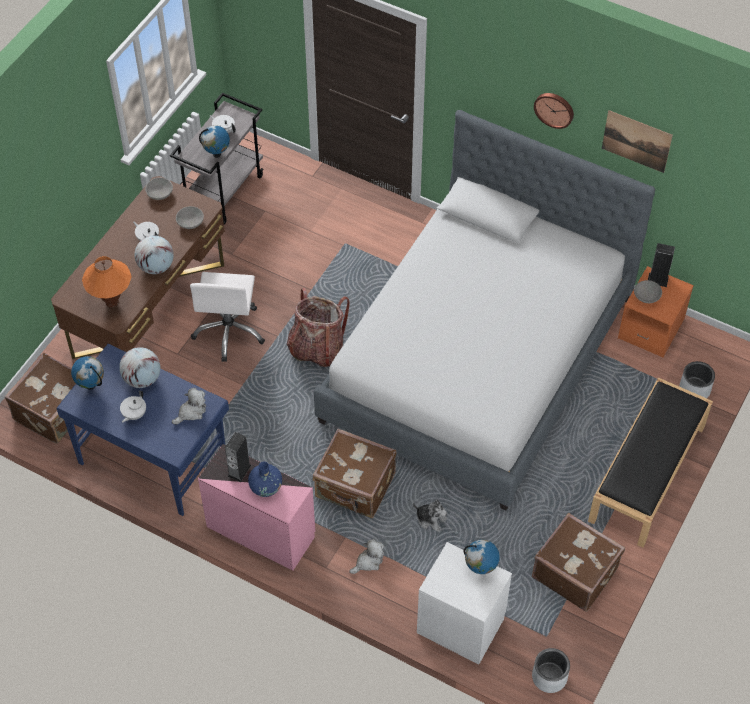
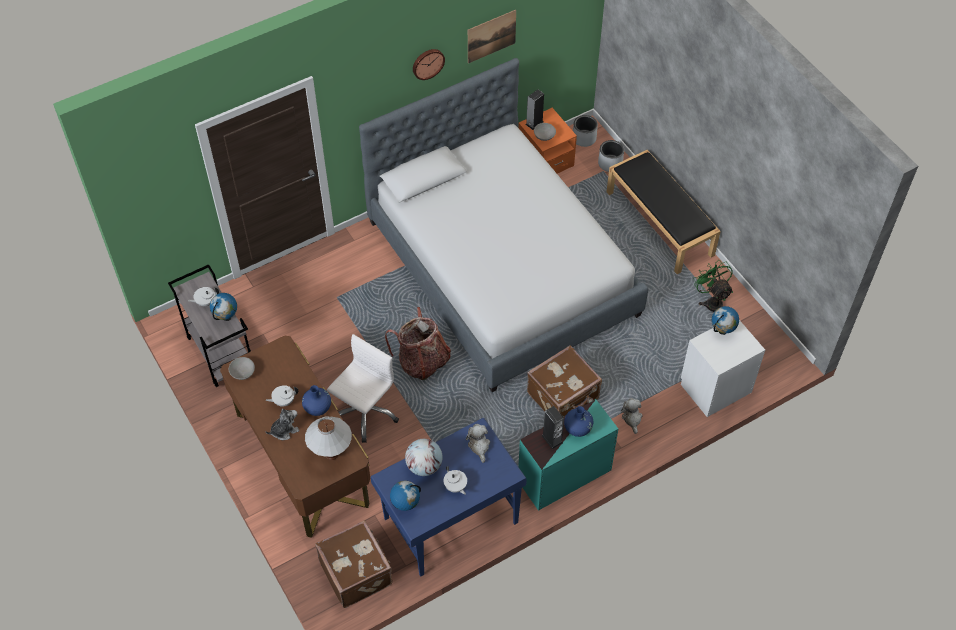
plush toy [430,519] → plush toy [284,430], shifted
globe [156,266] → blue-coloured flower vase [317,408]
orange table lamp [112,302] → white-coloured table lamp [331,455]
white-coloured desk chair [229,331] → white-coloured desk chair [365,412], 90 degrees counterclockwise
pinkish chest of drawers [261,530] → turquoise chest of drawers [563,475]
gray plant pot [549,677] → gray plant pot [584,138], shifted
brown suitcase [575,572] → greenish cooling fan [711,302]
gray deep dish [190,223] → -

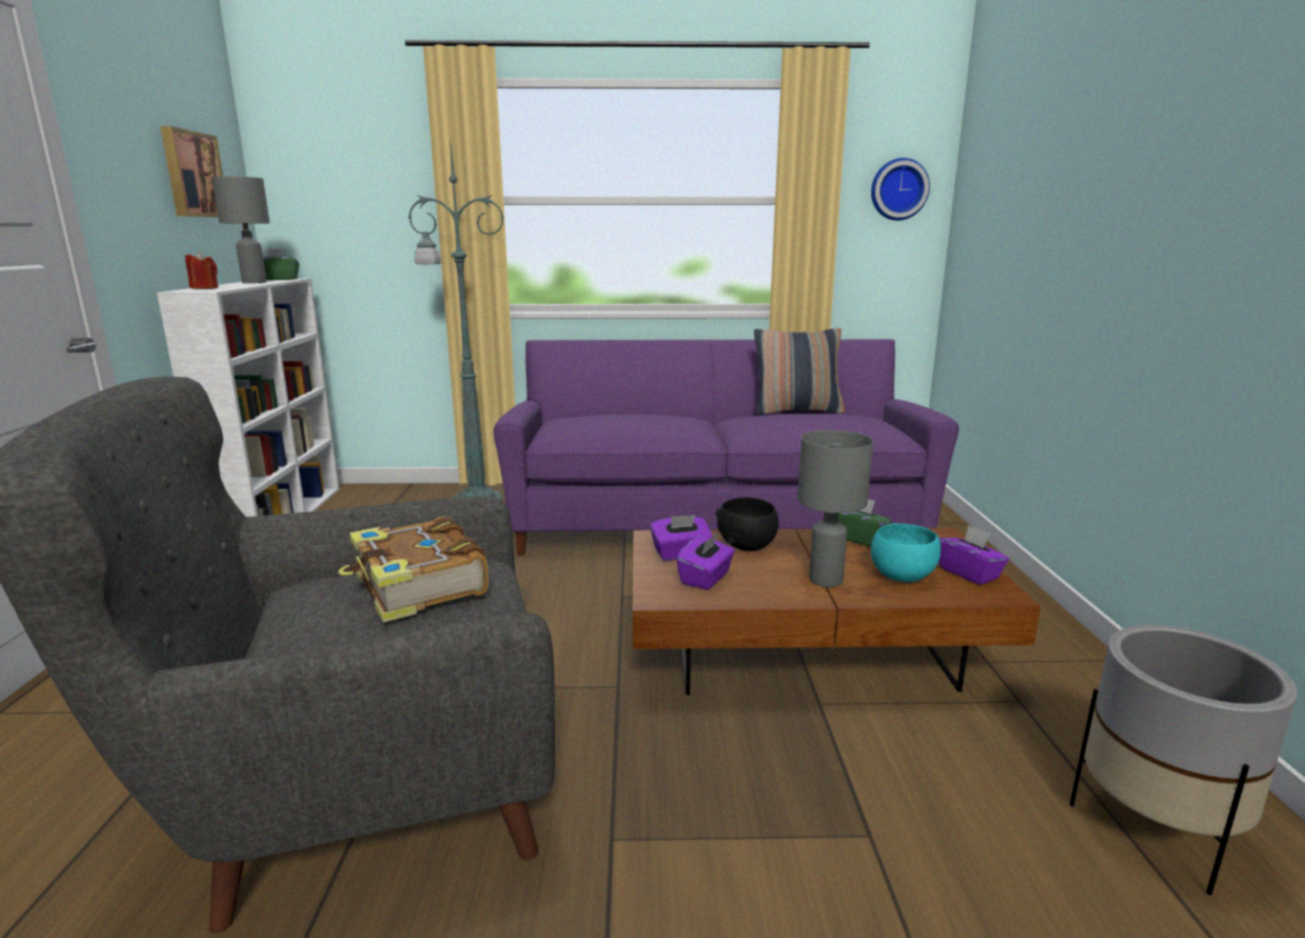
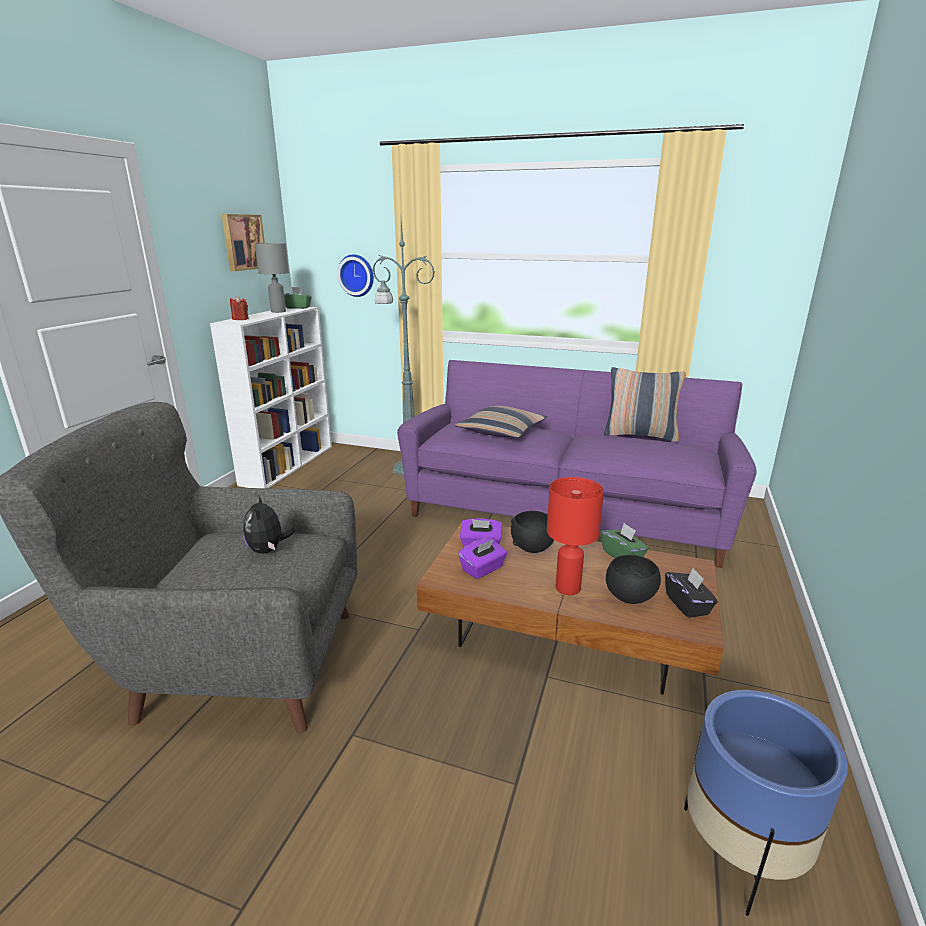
book [418,586] → plush toy [268,550]
wall clock [898,189] → wall clock [357,275], shifted
- → cushion [501,431]
gray table lamp [824,579] → reddish table lamp [567,587]
turquoise deep dish [902,577] → blackish deep dish [629,597]
purplish box of tissues [968,573] → blackish box of tissues [687,605]
gray plant pot [1154,831] → blue-coloured plant pot [740,851]

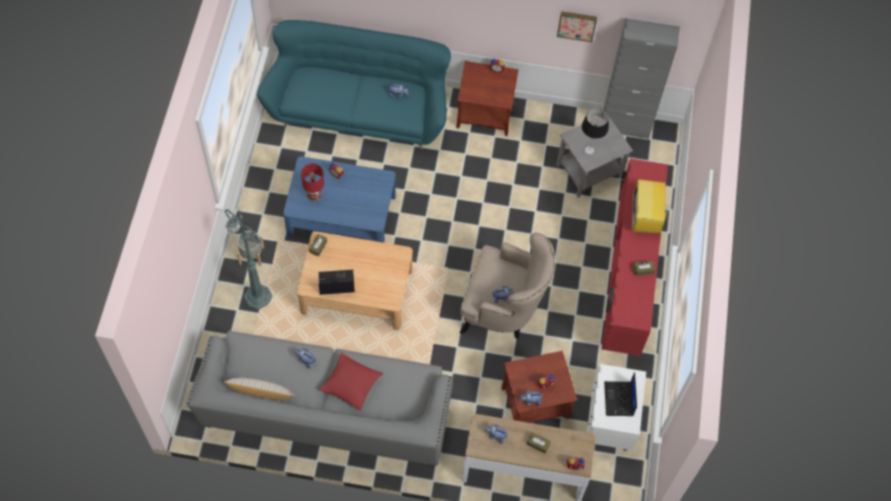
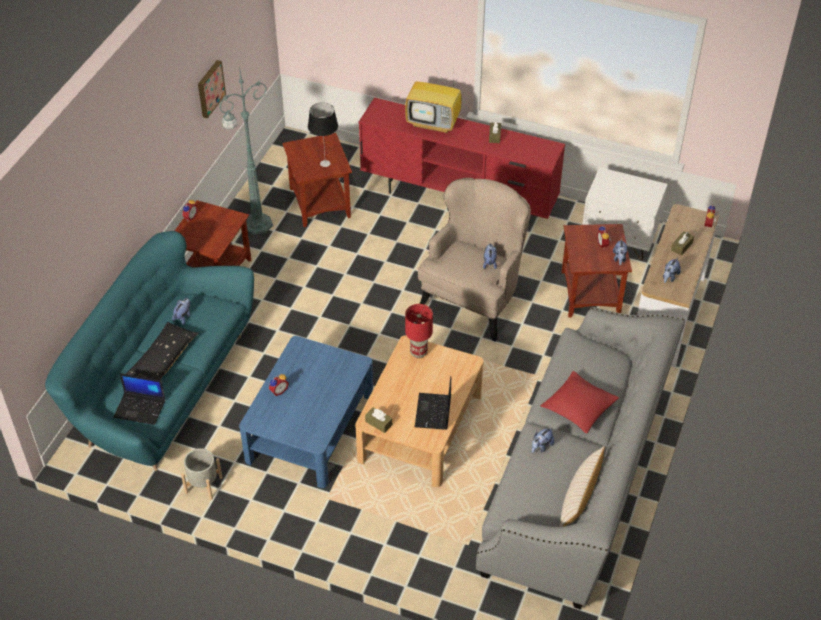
laptop [619,399] → laptop [140,408], shifted
- → blackish cushion [163,359]
gray plant pot [251,255] → gray plant pot [204,485], shifted
greenish standard lamp [257,295] → greenish standard lamp [256,224], shifted
gray end table [588,170] → brown end table [319,203]
reddish table lamp [314,197] → reddish table lamp [419,353], shifted
gray storage cabinet [625,126] → -

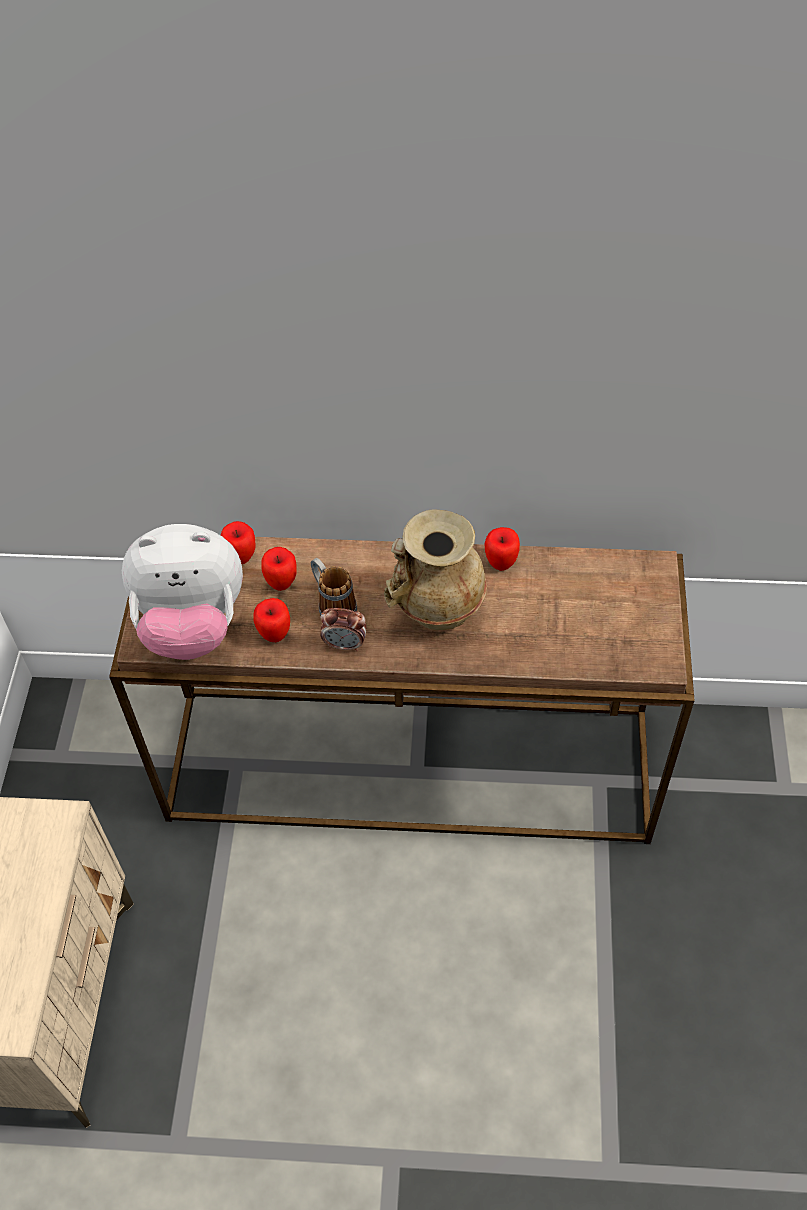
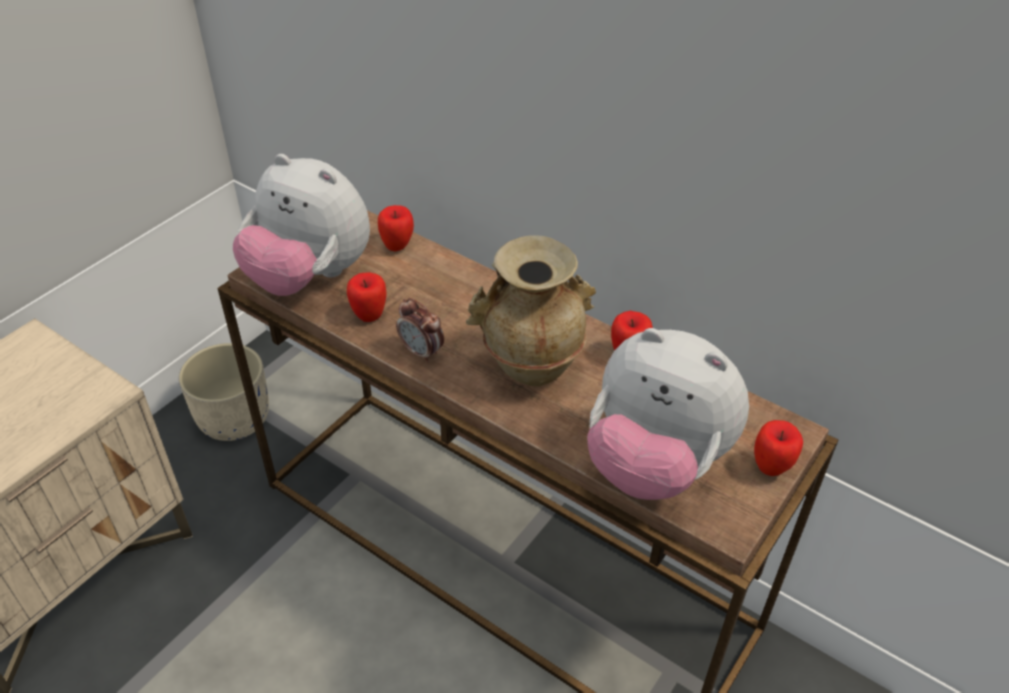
- → sand-coloured plant pot [233,418]
- → plush toy [654,464]
whole apple [282,583] → whole apple [771,467], shifted
tea mug [332,605] → -

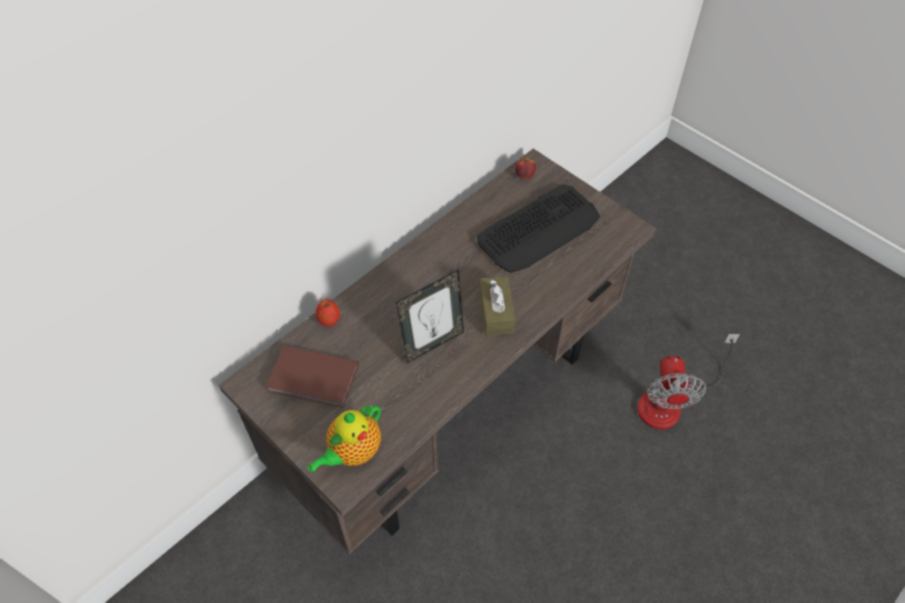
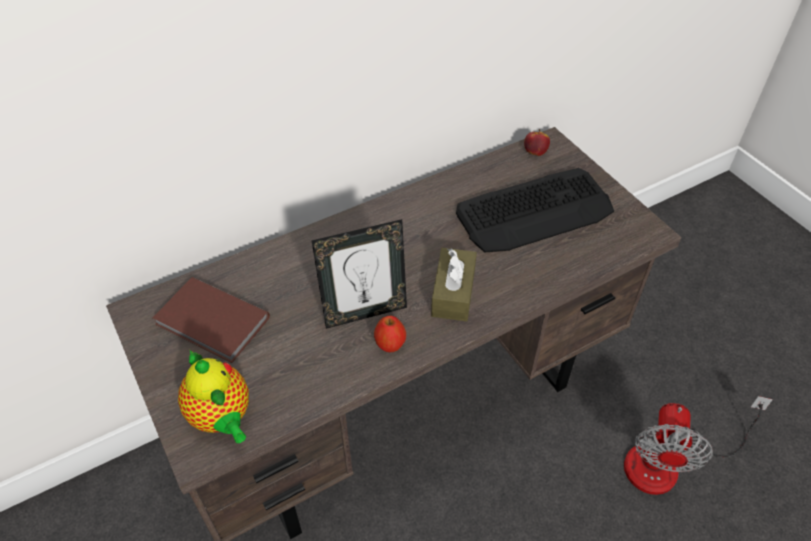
tea pot [352,452] → tea pot [222,417], 90 degrees counterclockwise
whole apple [329,320] → whole apple [390,344], shifted

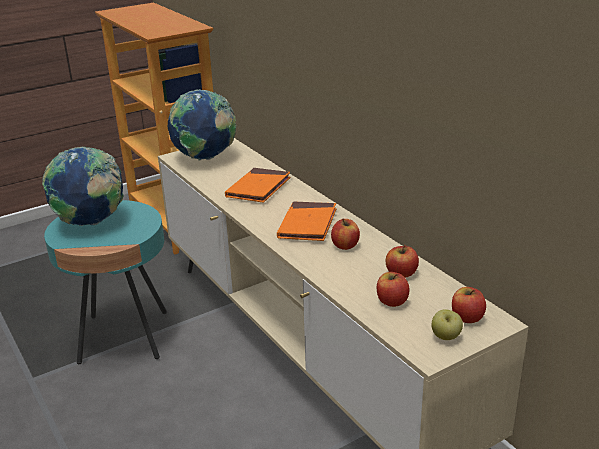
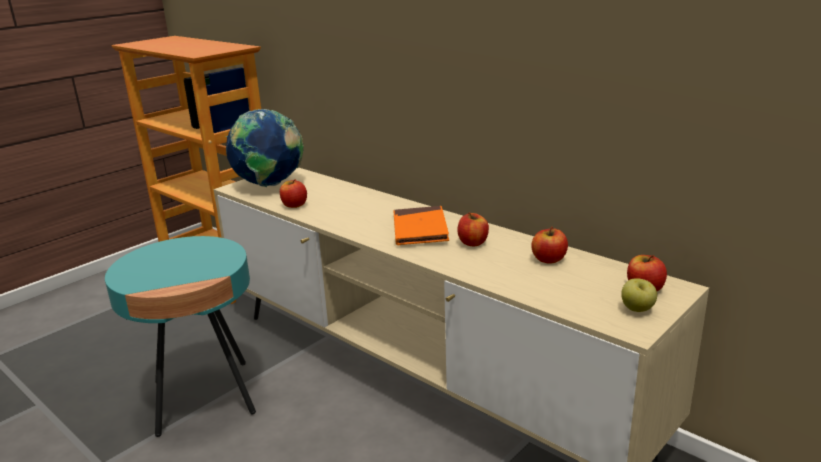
whole apple [392,301] → whole apple [294,205], shifted
globe [91,223] → -
orange book [258,188] → -

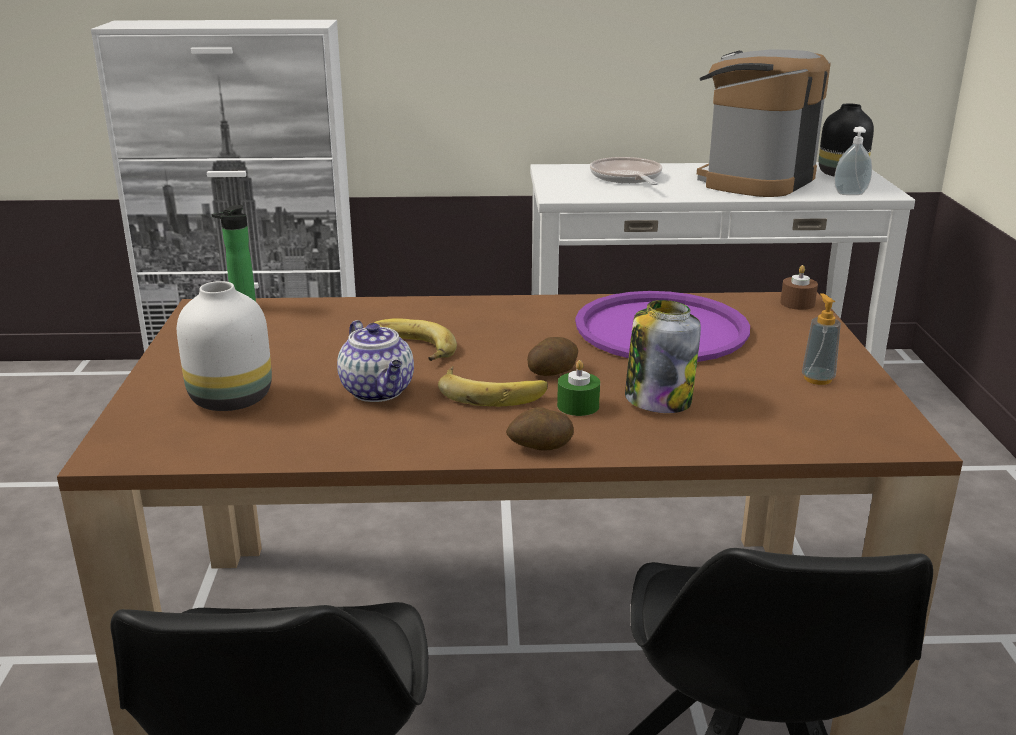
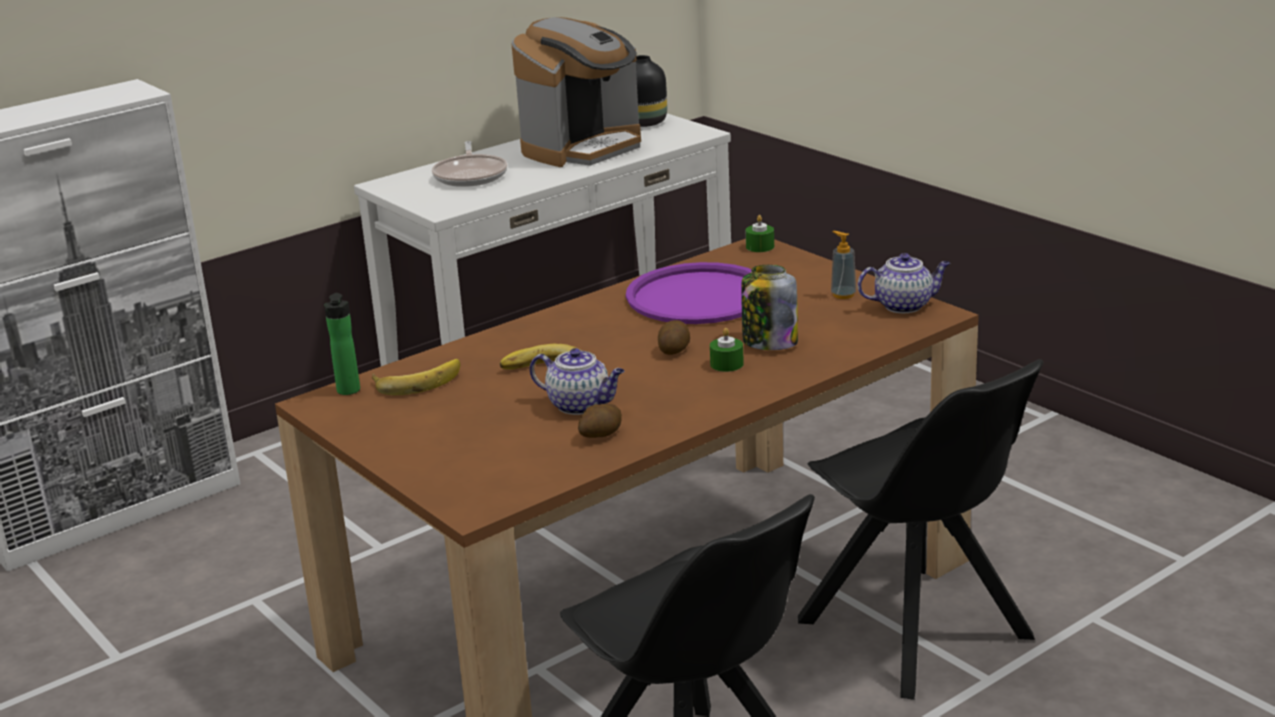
whole banana [492,391] → whole banana [417,380], shifted
frying pan [627,178] → frying pan [471,175], 135 degrees counterclockwise
coffee brewer [754,180] → coffee brewer [583,148], 135 degrees counterclockwise
spud [540,447] → spud [600,435], shifted
brown wax light [797,303] → greenish wax light [760,247]
- → tea pot [904,305]
white-coloured flower vase [233,399] → -
liquid soap bottle [849,193] → -

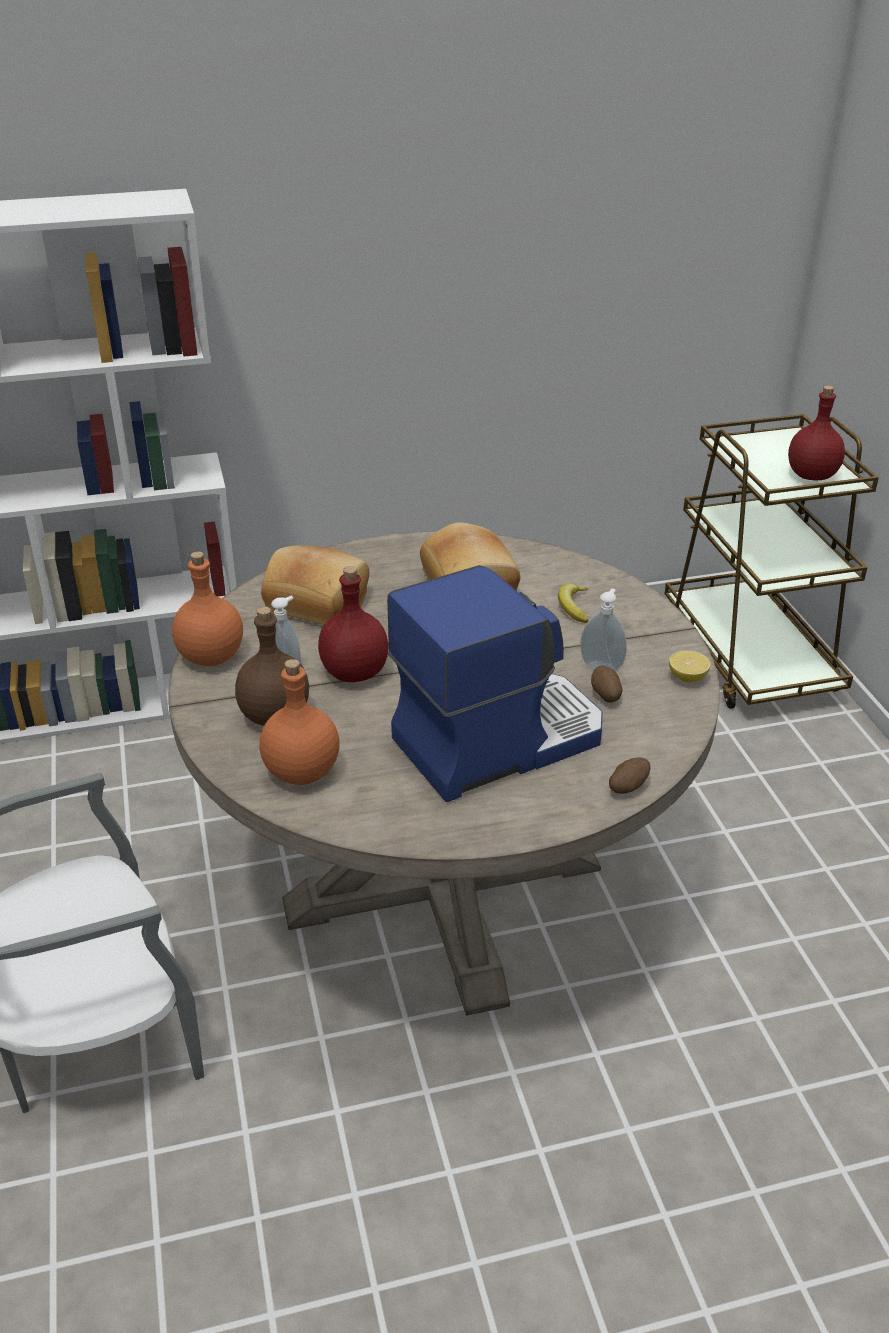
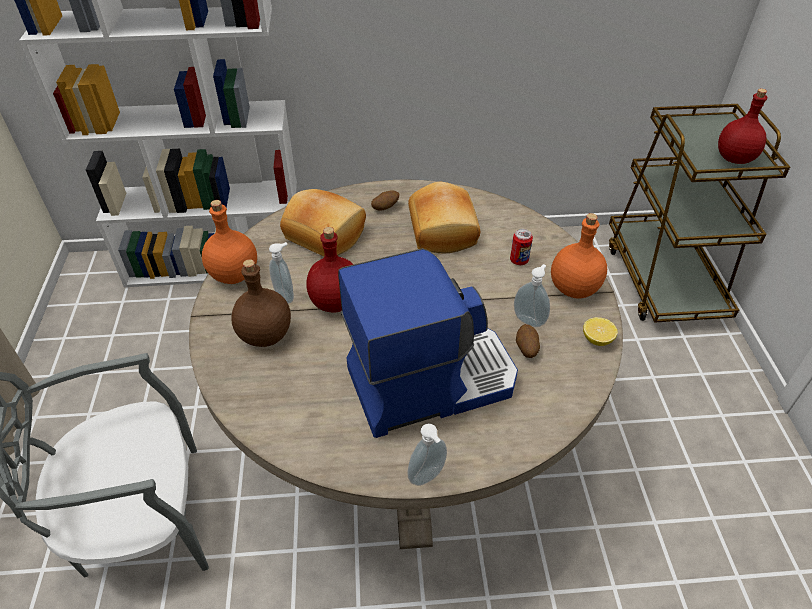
spud [627,787] → spud [385,208], shifted
- → liquid soap bottle [428,477]
whole banana [573,607] → can [519,260]
orange bottle [301,771] → orange bottle [573,288], shifted

